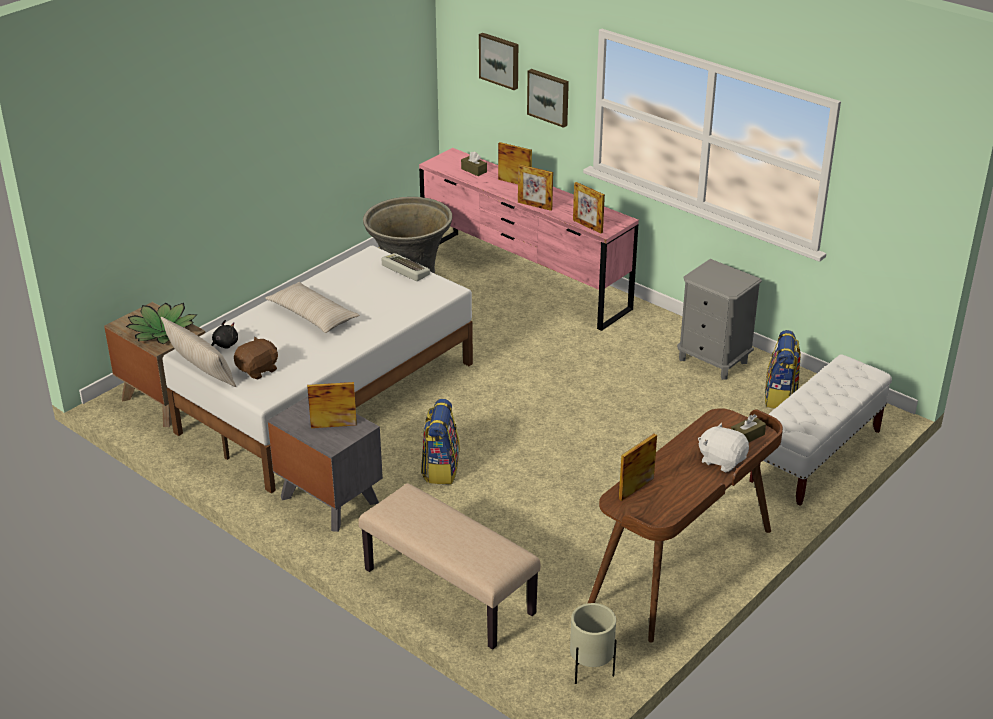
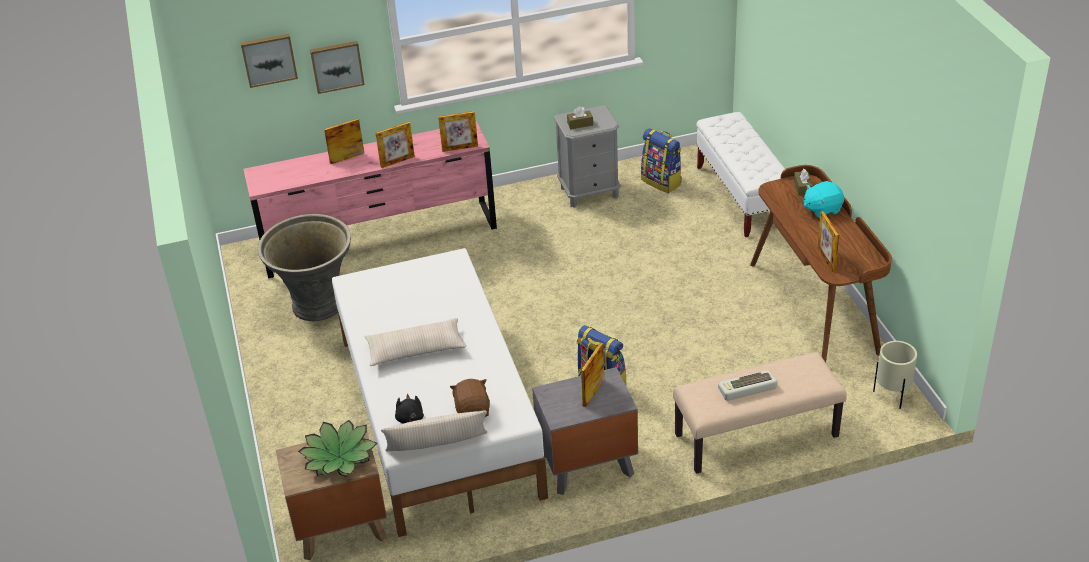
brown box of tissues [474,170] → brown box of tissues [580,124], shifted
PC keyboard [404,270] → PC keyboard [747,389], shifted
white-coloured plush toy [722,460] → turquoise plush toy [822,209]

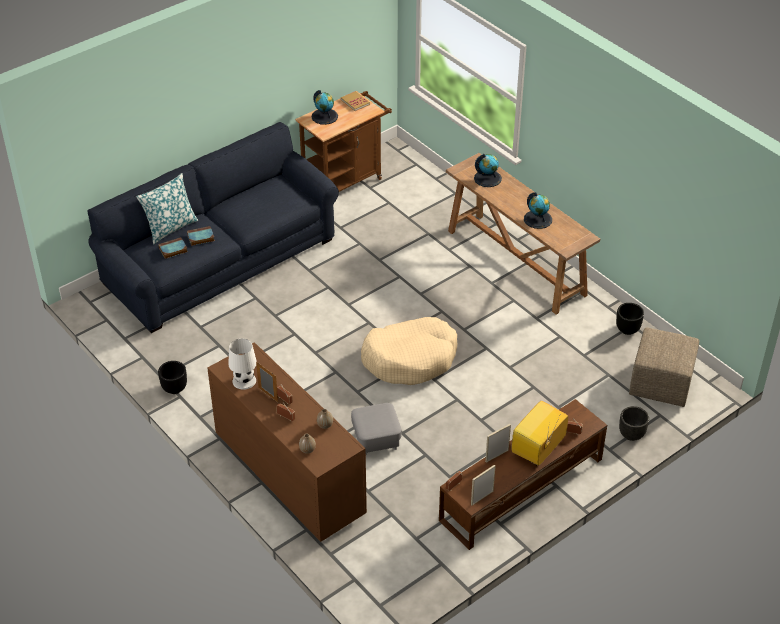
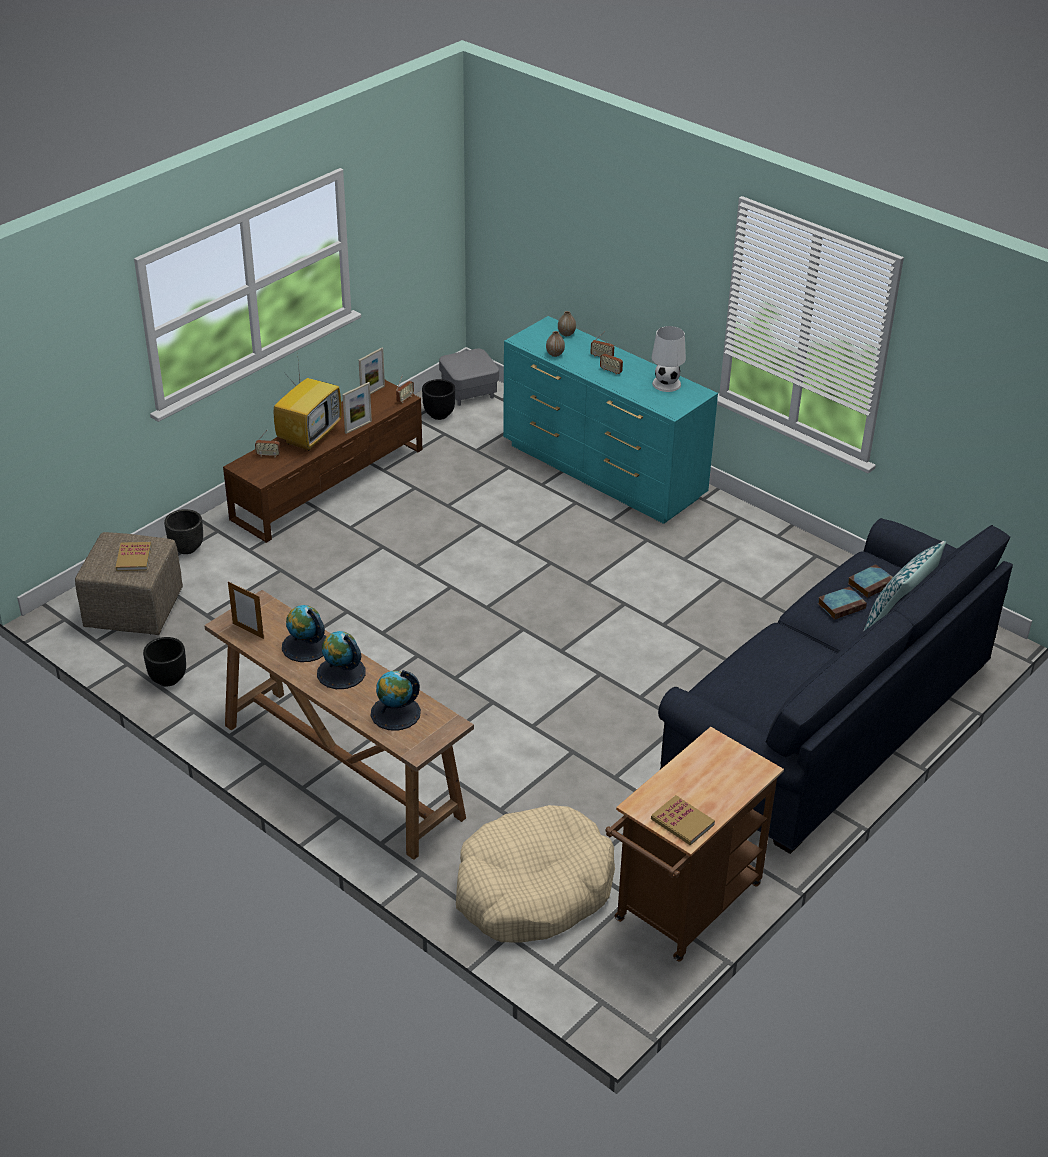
- → book [133,558]
standing frame [268,395] → standing frame [248,631], shifted
globe [324,116] → globe [341,673], shifted
blackish plant pot [174,388] → blackish plant pot [439,415], shifted
gray footrest [376,440] → gray footrest [469,392], shifted
sand-coloured pet bed [410,359] → sand-coloured pet bed [533,889], shifted
brown chest of drawers [289,476] → turquoise chest of drawers [603,472]

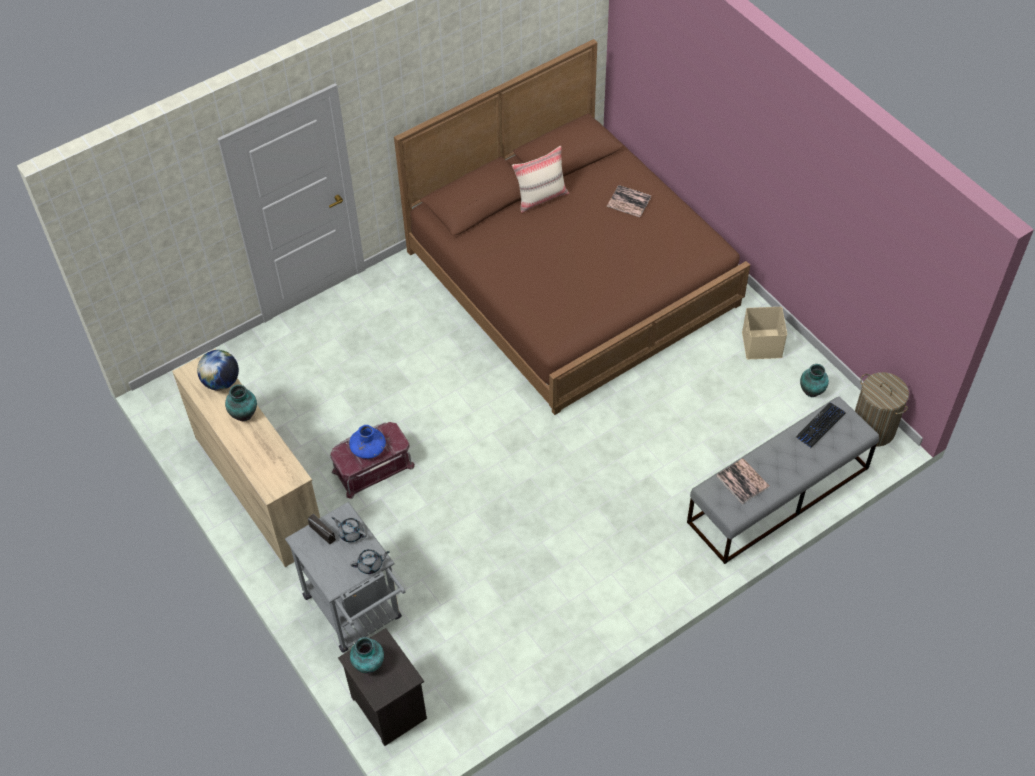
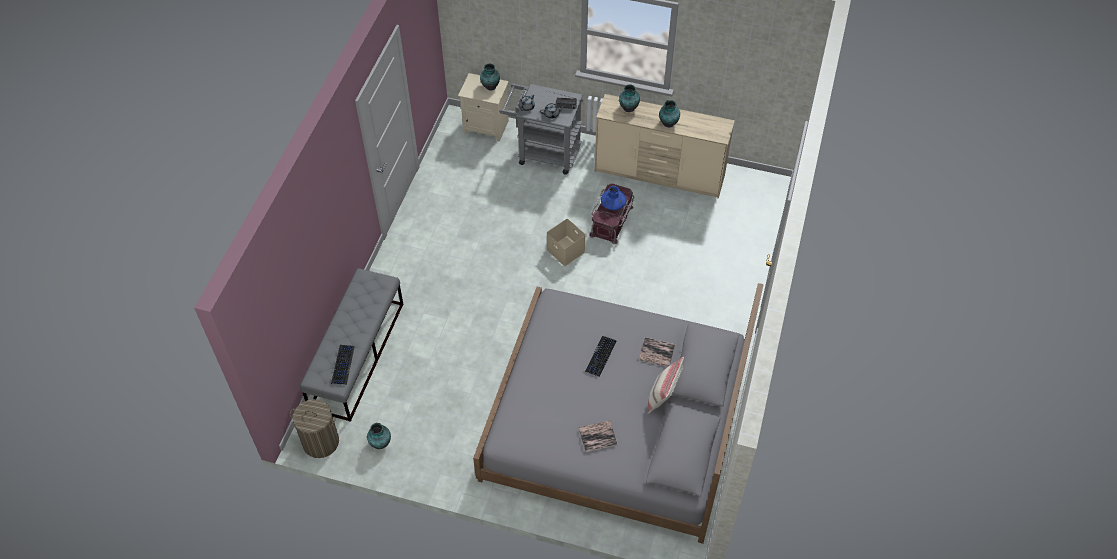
blackish nightstand [387,708] → sand-coloured nightstand [487,126]
brown bed [571,277] → gray bed [615,422]
sand-coloured storage bin [763,345] → sand-coloured storage bin [565,250], shifted
- → PC keyboard [601,356]
- → flower vase [628,108]
book [742,481] → book [656,352], shifted
globe [221,382] → -

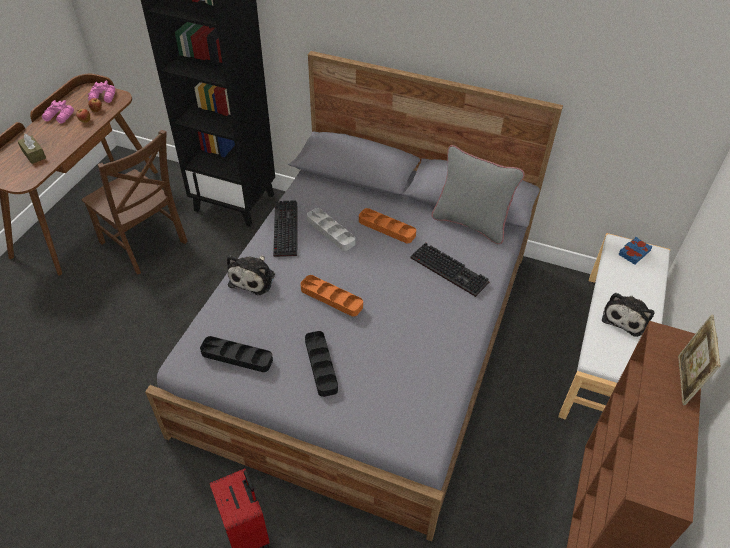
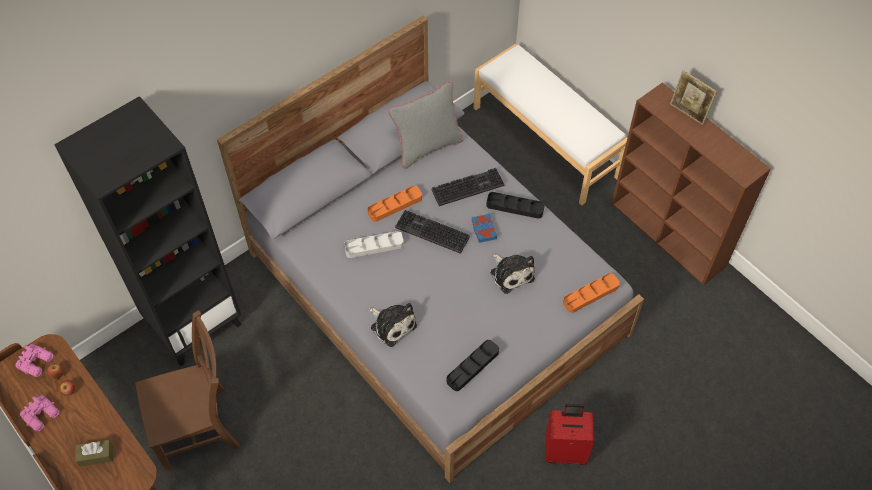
PC keyboard [284,228] → PC keyboard [430,233], shifted
blue-coloured book [633,252] → blue-coloured book [483,230], shifted
blackish tray [321,365] → blackish tray [515,207], shifted
plush toy [626,317] → plush toy [511,273], shifted
orange tray [331,298] → orange tray [590,294], shifted

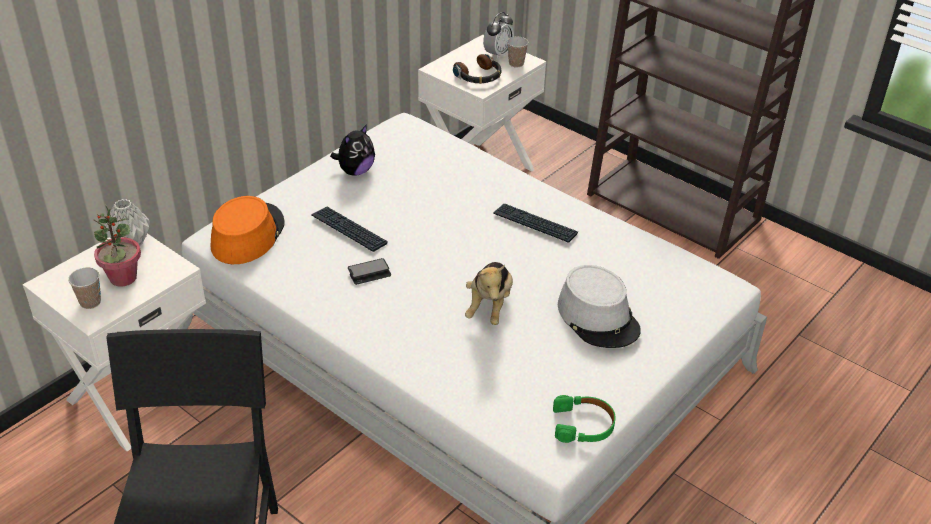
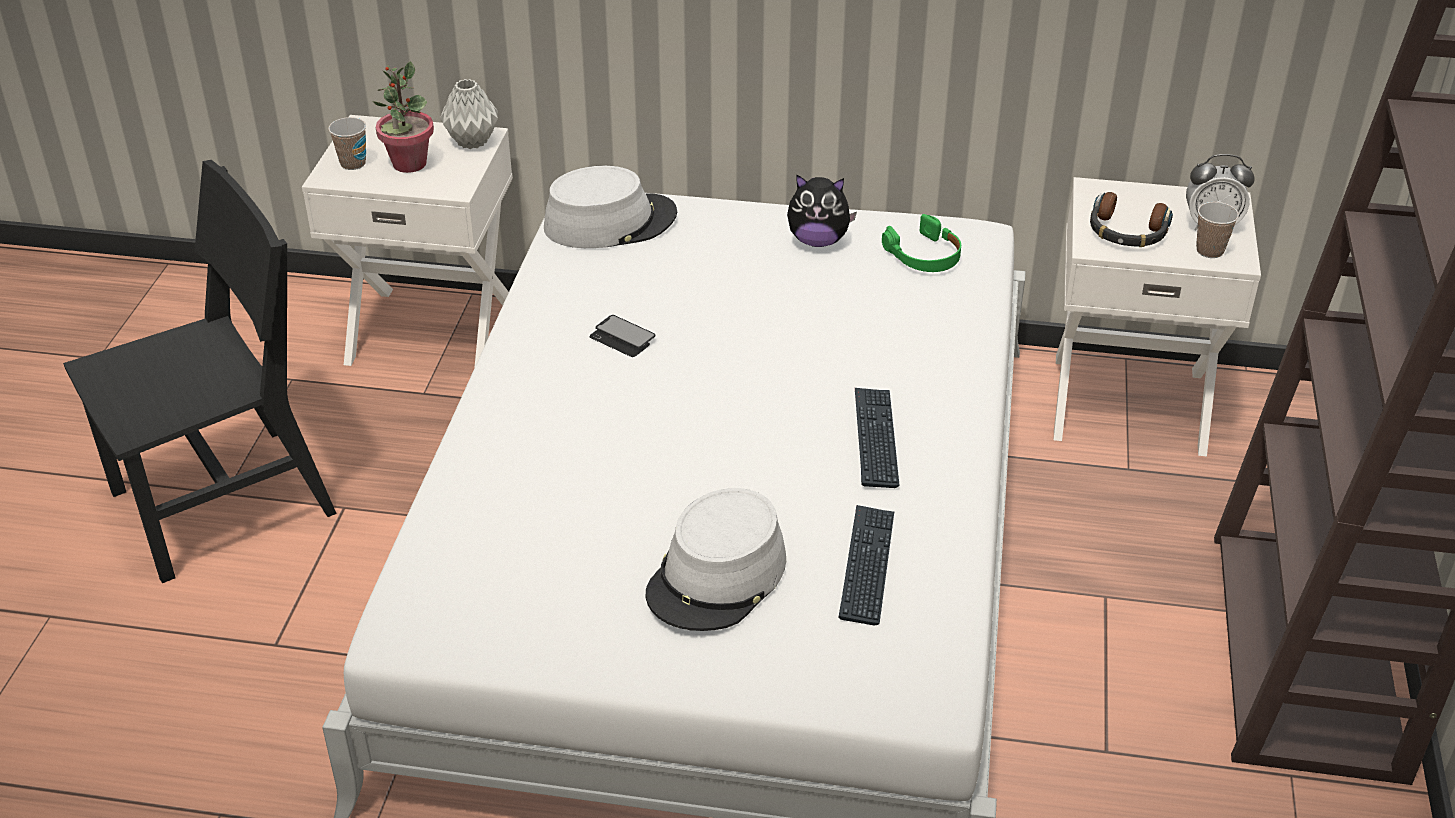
orange clothing hat [247,235] → gray clothing hat [610,222]
PC keyboard [349,230] → PC keyboard [867,566], shifted
greenish headset [583,425] → greenish headset [924,255], shifted
plush toy [489,306] → -

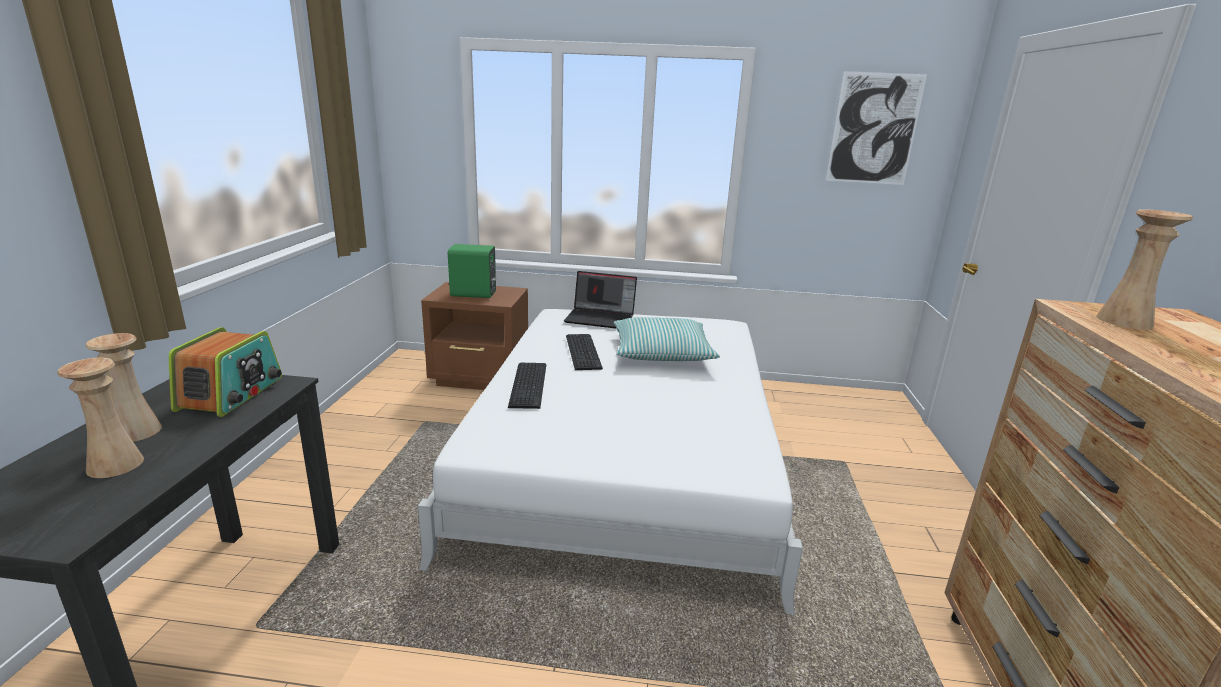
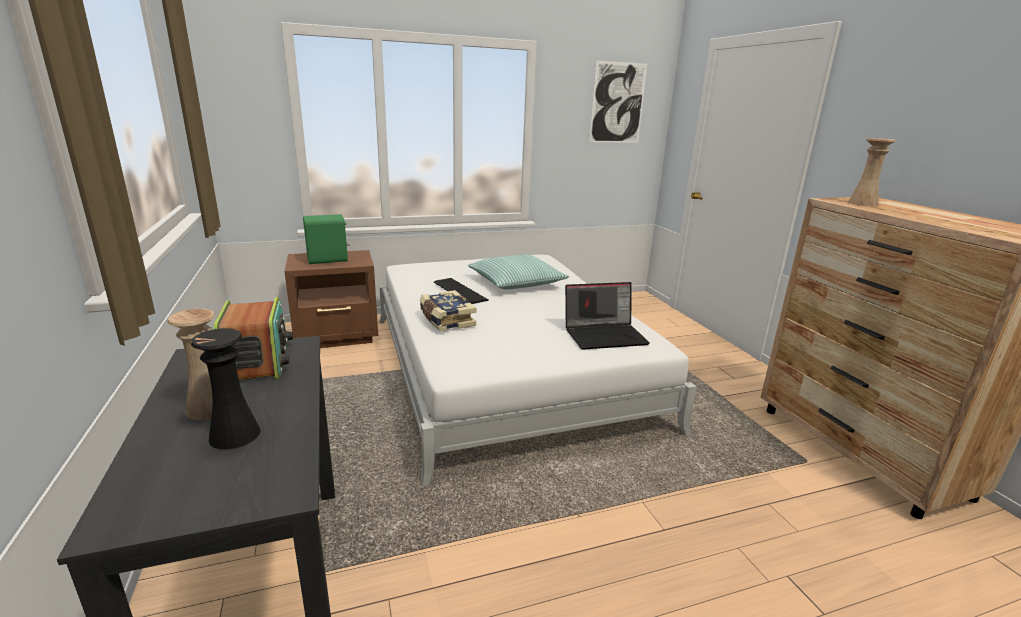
sand-coloured flower vase [115,464] → blackish flower vase [235,435]
PC keyboard [530,384] → book [446,320]
laptop [601,318] → laptop [605,335], shifted

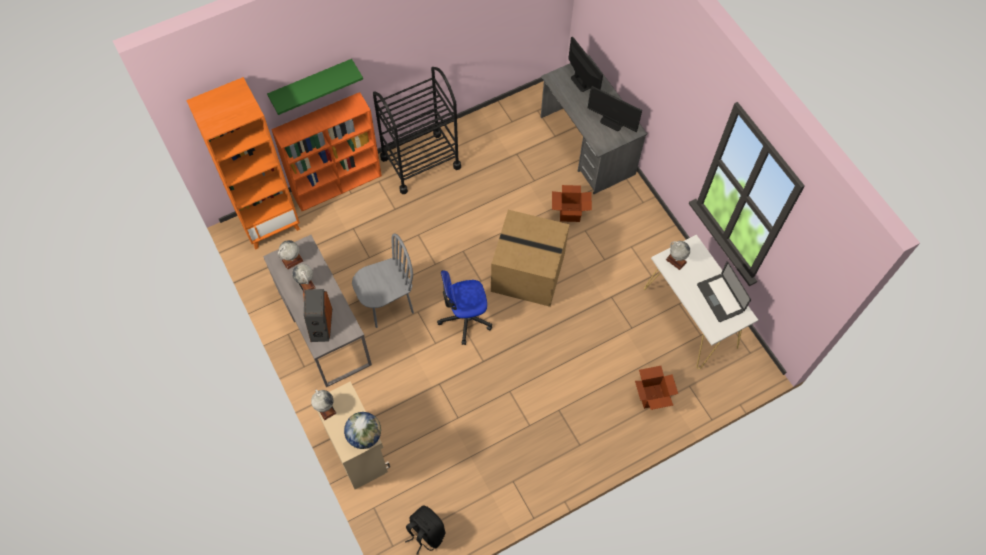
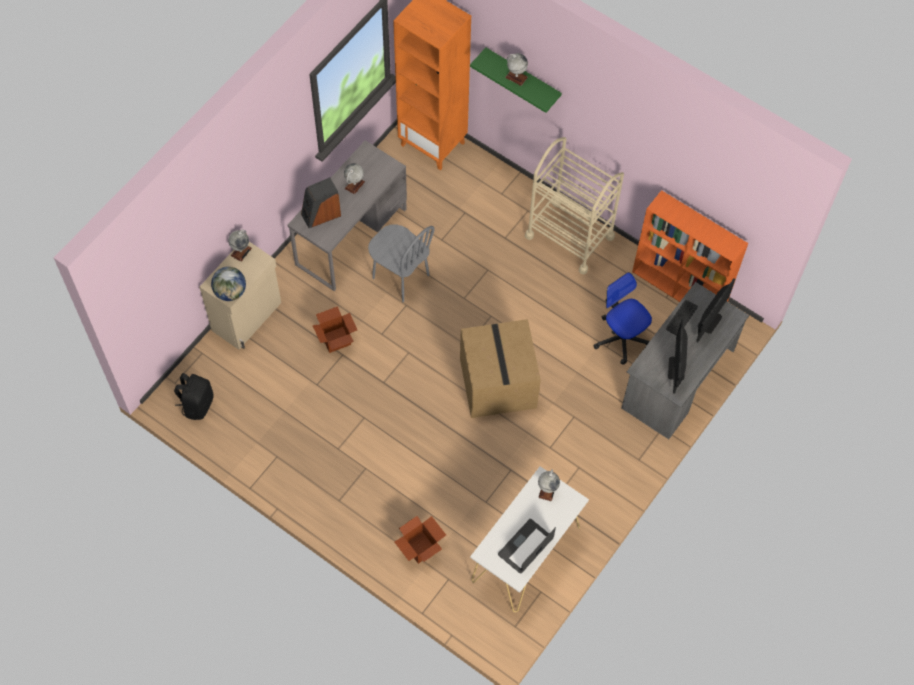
carton [570,212] → carton [336,340], shifted
globe [292,260] → globe [516,77], shifted
blackish wheeled cart [420,162] → sand-coloured wheeled cart [569,236]
desk chair [465,318] → desk chair [621,337], shifted
orange shelving unit [338,184] → orange shelving unit [680,288], shifted
- → PC keyboard [681,318]

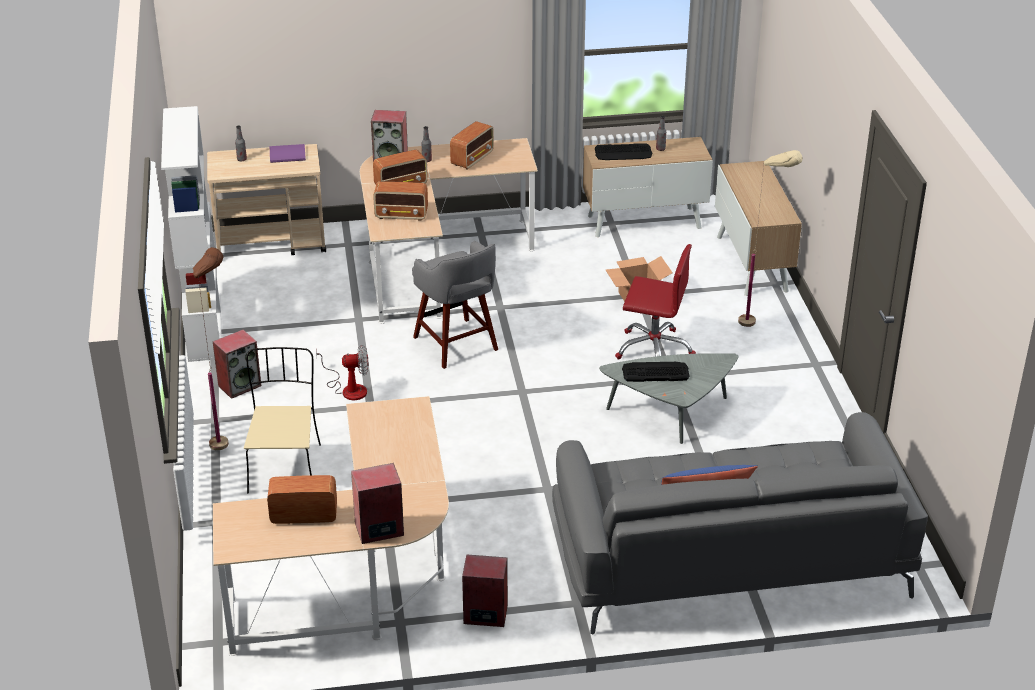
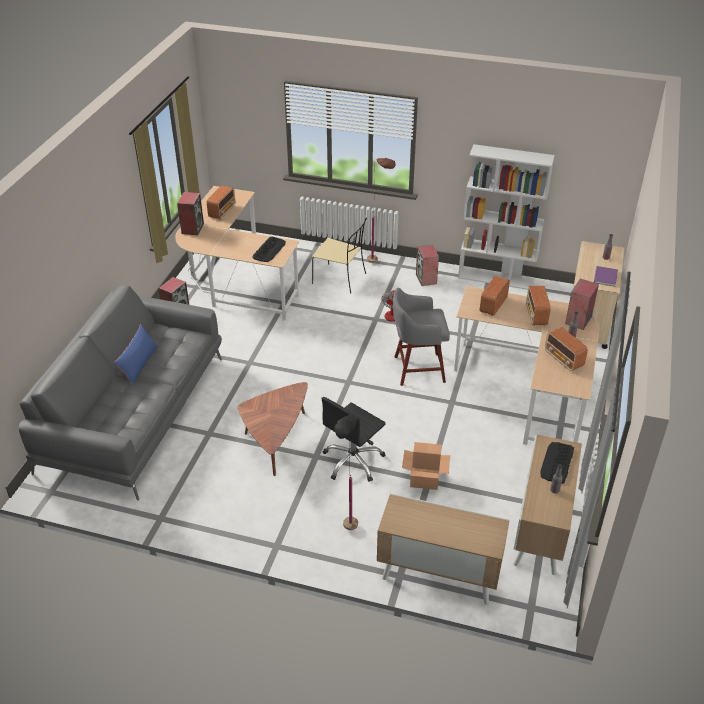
gray low table [671,415] → brown low table [275,440]
PC keyboard [655,372] → PC keyboard [269,250], shifted
reddish desk chair [654,349] → blackish desk chair [353,461]
sand-coloured standard lamp [760,324] → blackish standard lamp [347,537]

